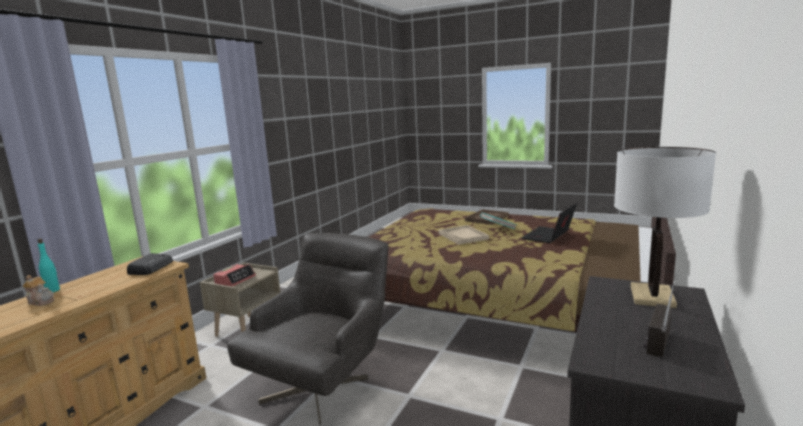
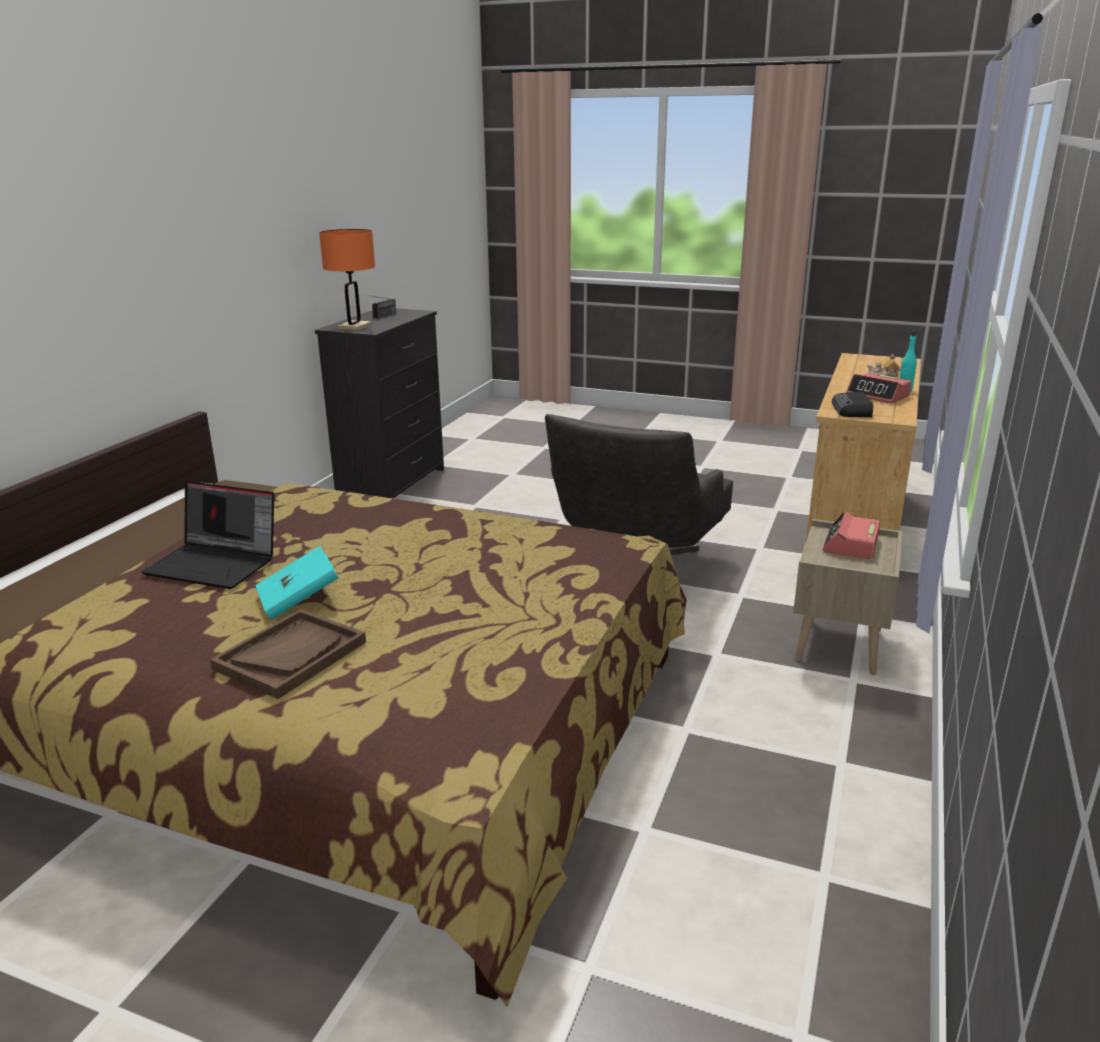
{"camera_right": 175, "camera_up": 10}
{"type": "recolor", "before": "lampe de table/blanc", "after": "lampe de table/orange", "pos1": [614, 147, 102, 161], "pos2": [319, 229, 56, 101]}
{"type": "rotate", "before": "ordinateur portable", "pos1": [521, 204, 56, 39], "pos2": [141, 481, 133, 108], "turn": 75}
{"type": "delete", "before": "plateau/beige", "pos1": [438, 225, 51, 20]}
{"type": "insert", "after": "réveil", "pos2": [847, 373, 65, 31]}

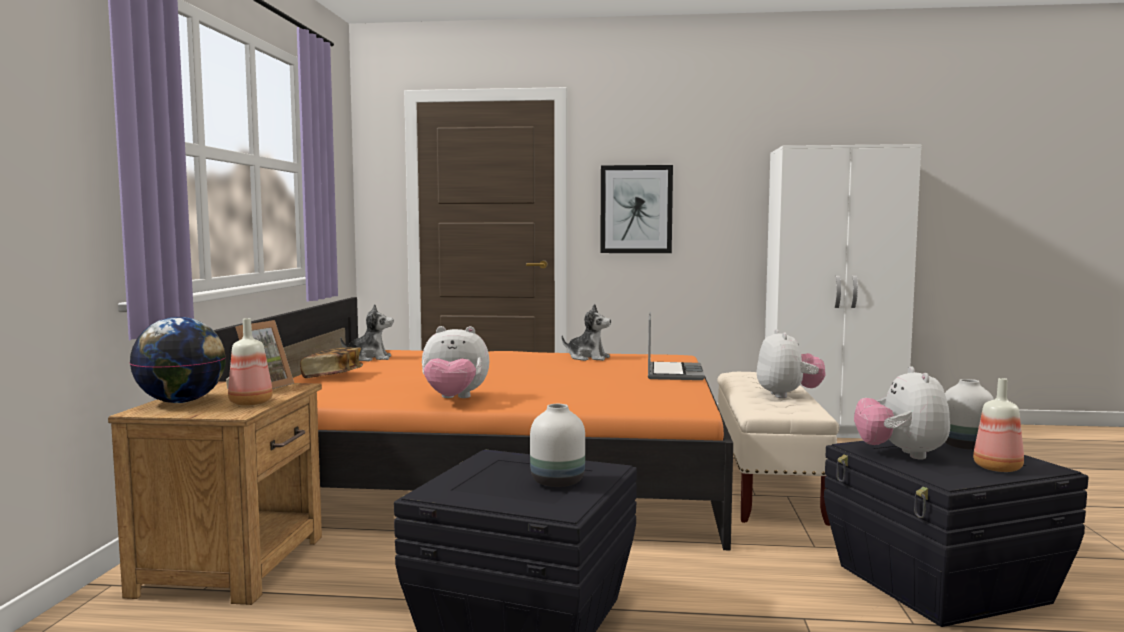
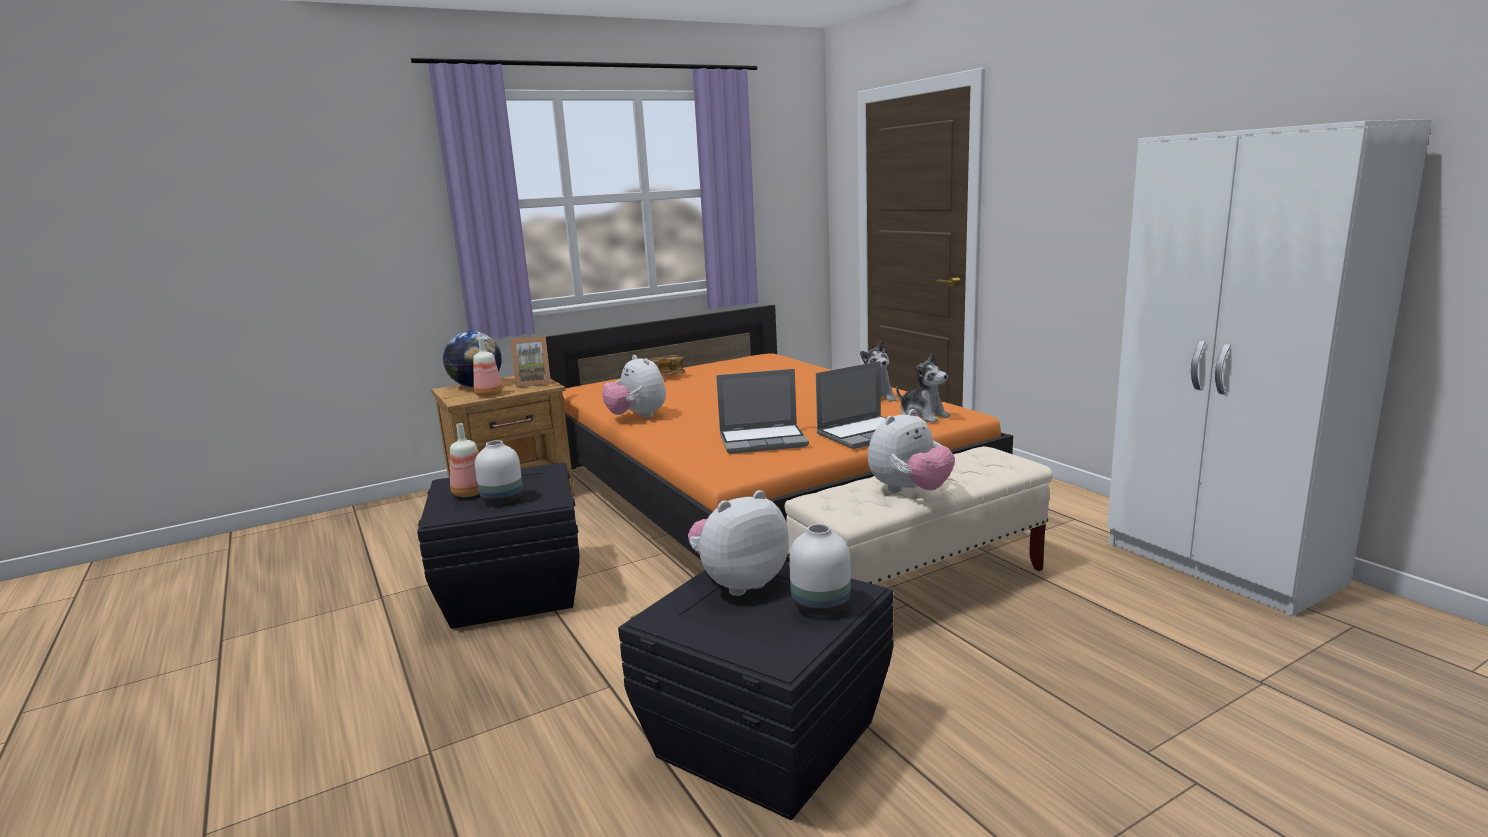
{"camera_right": 55, "camera_up": 10}
{"type": "delete", "before": "tableau", "pos1": [600, 165, 73, 88]}
{"type": "move", "before": "peluche", "pos1": [340, 304, 54, 57], "pos2": [896, 353, 54, 70]}
{"type": "move", "before": "bouteille", "pos1": [973, 378, 51, 94], "pos2": [450, 423, 29, 74]}
{"type": "insert", "after": "ordinateur portable", "pos2": [716, 369, 93, 85]}

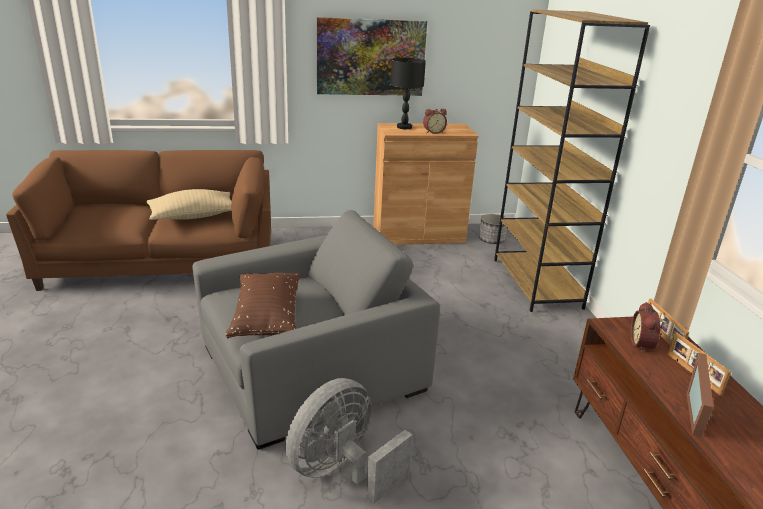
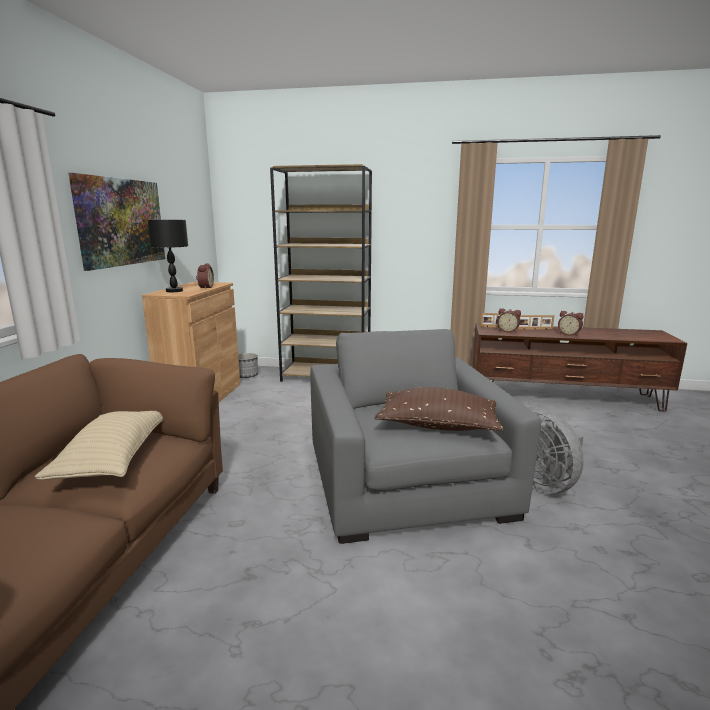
{"camera_right": -70, "camera_up": -10}
{"type": "replace", "before": "cadre photo", "after": "réveil", "pos1": [687, 353, 27, 84], "pos2": [558, 311, 26, 25]}

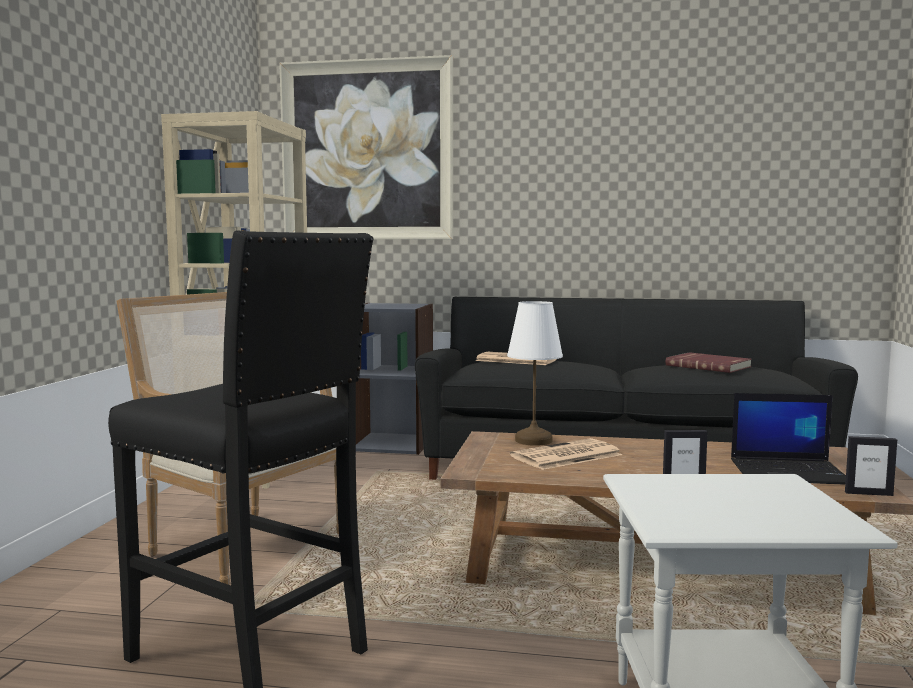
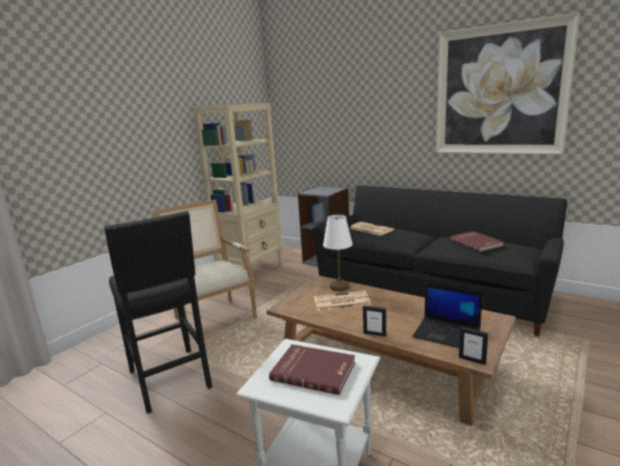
{"camera_right": 25, "camera_up": 10}
{"type": "move", "before": "tableau", "pos1": [279, 55, 174, 185], "pos2": [436, 12, 144, 143]}
{"type": "insert", "after": "livre/rouge", "pos2": [269, 344, 86, 51]}

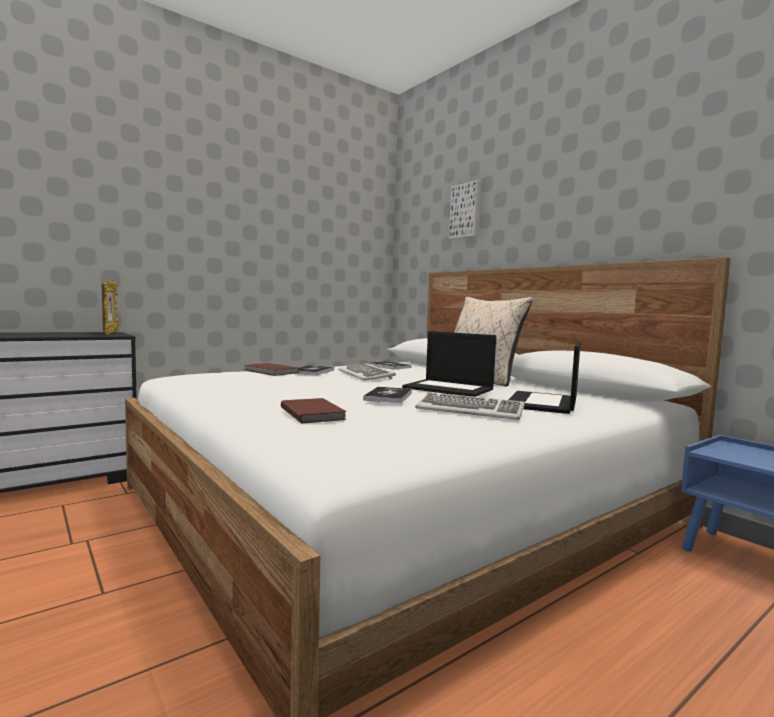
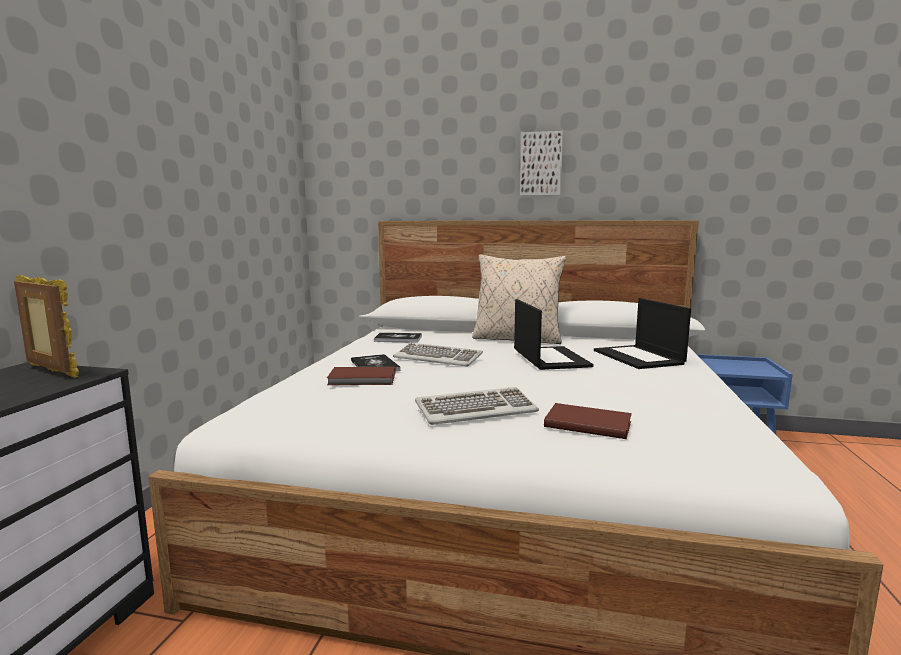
{"camera_right": -40, "camera_up": 5}
{"type": "move", "before": "tableau", "pos1": [449, 180, 32, 59], "pos2": [520, 131, 43, 65]}
{"type": "rotate", "before": "ordinateur portable", "pos1": [402, 331, 94, 66], "pos2": [514, 299, 80, 71], "turn": -90}
{"type": "delete", "before": "livre", "pos1": [363, 387, 49, 16]}
{"type": "move", "before": "clavier", "pos1": [415, 392, 110, 28], "pos2": [415, 387, 124, 38]}

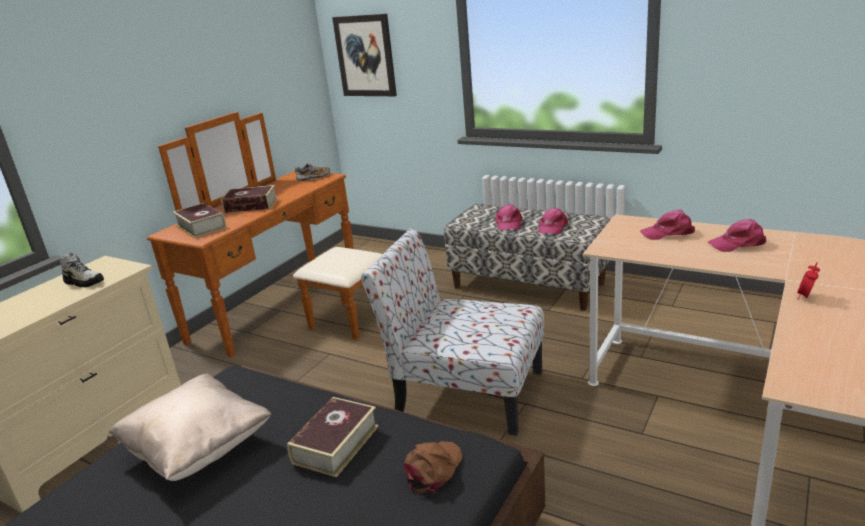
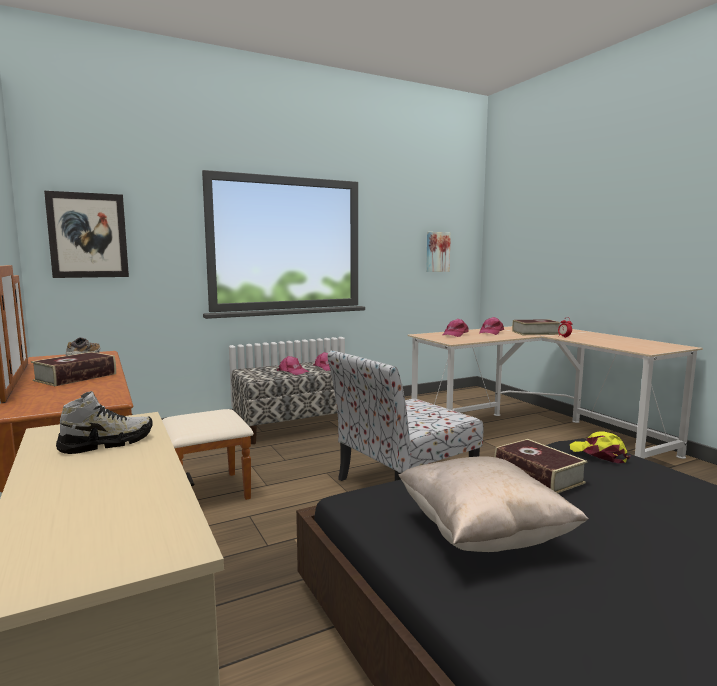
{"camera_right": -60, "camera_up": -15}
{"type": "move", "before": "livre", "pos1": [173, 203, 53, 35], "pos2": [512, 319, 49, 16]}
{"type": "recolor", "before": "casquette/marron", "after": "casquette/jaune", "pos1": [404, 441, 59, 52], "pos2": [570, 431, 60, 32]}
{"type": "insert", "after": "tableau", "pos2": [426, 232, 25, 40]}

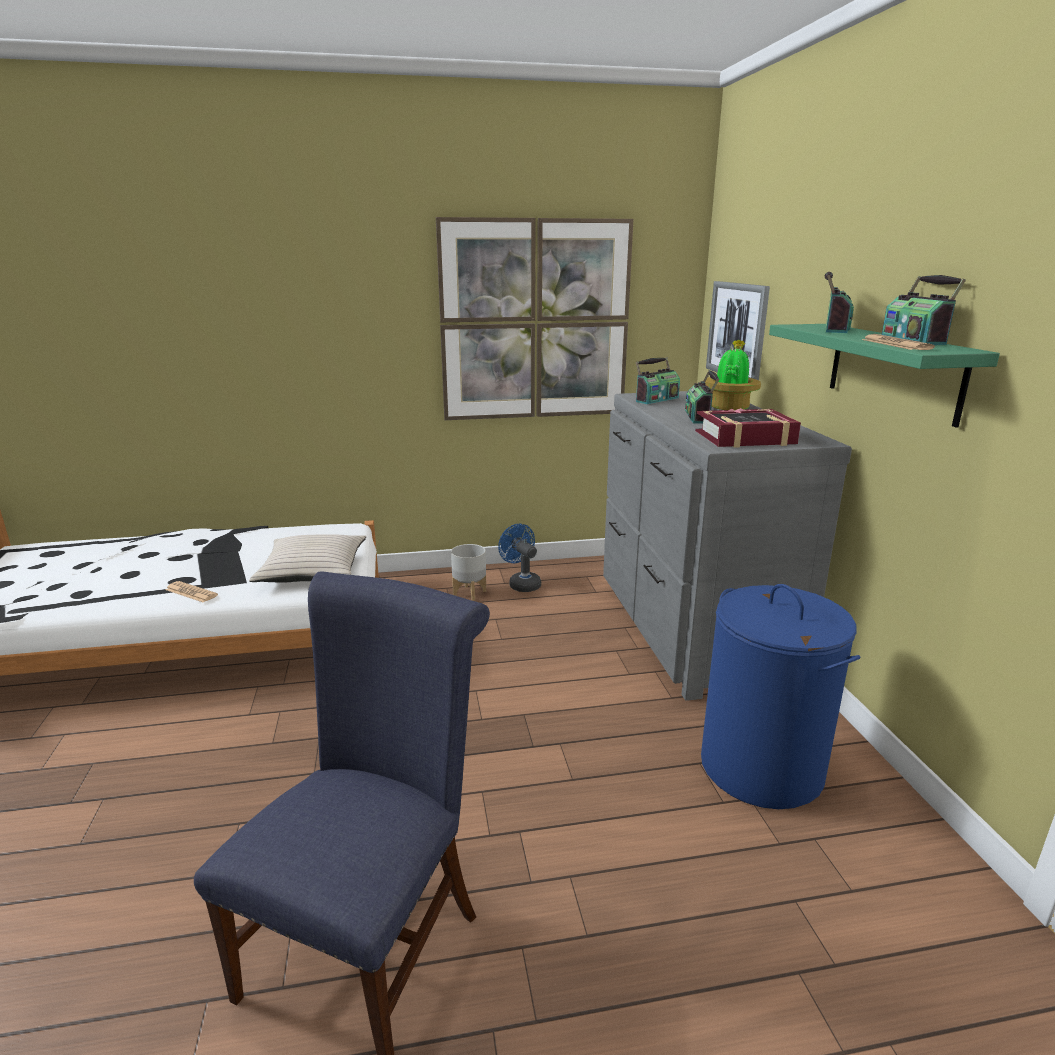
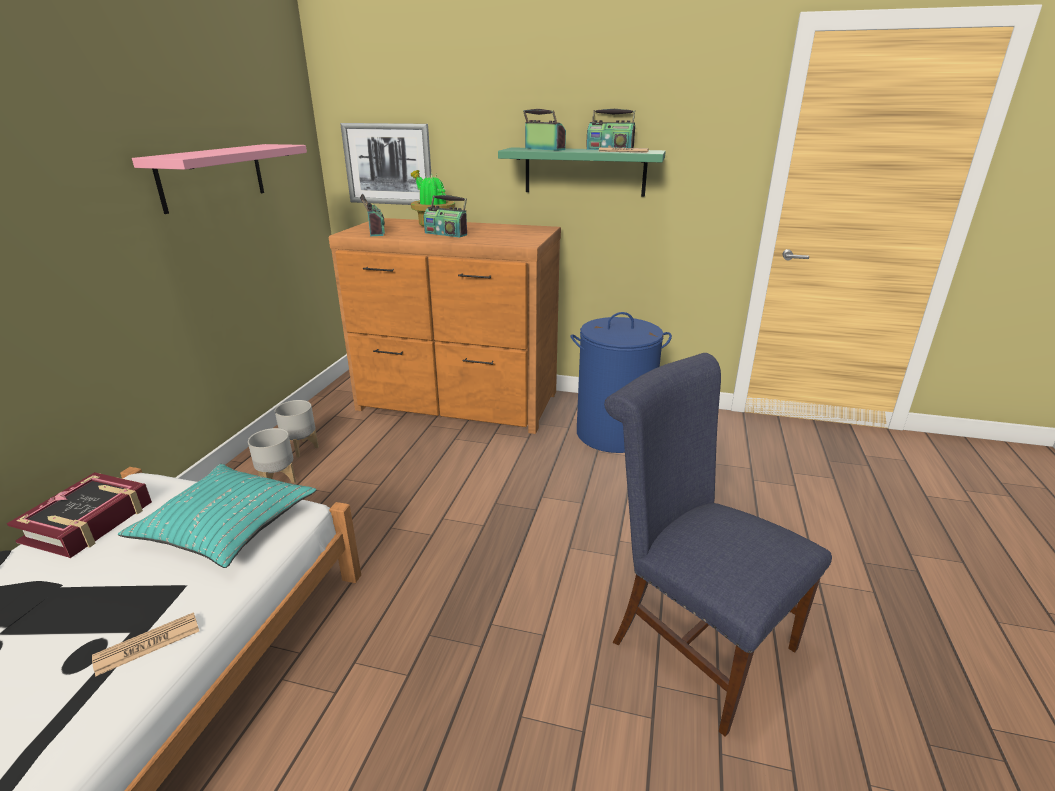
{"camera_right": -65, "camera_up": 5}
{"type": "replace", "before": "tableau", "after": "étagère/rose", "pos1": [436, 217, 197, 203], "pos2": [132, 144, 175, 70]}
{"type": "recolor", "before": "commode/gris", "after": "commode/marron", "pos1": [603, 391, 249, 310], "pos2": [329, 218, 232, 216]}
{"type": "move", "before": "livre", "pos1": [695, 408, 106, 40], "pos2": [7, 472, 145, 86]}
{"type": "replace", "before": "ventilateur/bleu", "after": "cache-pot/gris", "pos1": [498, 524, 43, 68], "pos2": [275, 400, 44, 58]}
{"type": "recolor", "before": "coussin/beige", "after": "coussin/turquoise", "pos1": [249, 534, 117, 49], "pos2": [118, 464, 198, 104]}

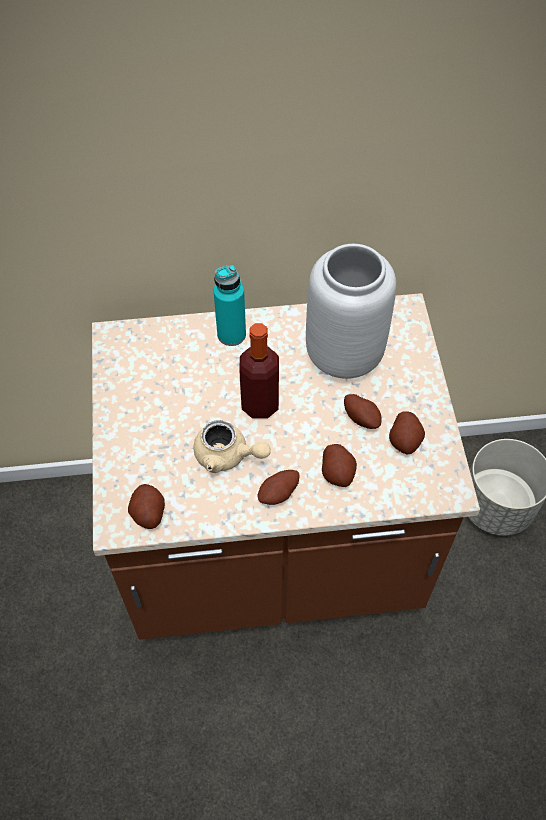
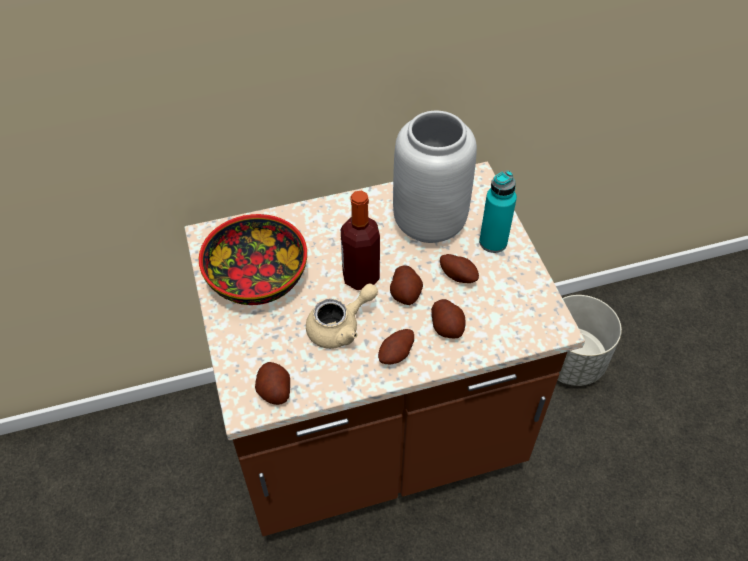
{"camera_right": -10, "camera_up": -5}
{"type": "move", "before": "bouteille/turquoise", "pos1": [214, 265, 32, 81], "pos2": [479, 171, 38, 82]}
{"type": "move", "before": "pomme de terre", "pos1": [389, 411, 36, 44], "pos2": [390, 265, 33, 40]}
{"type": "rotate", "before": "théière/beige", "pos1": [193, 420, 78, 53], "pos2": [306, 284, 72, 65], "turn": -45}
{"type": "insert", "after": "bol", "pos2": [199, 214, 108, 91]}

